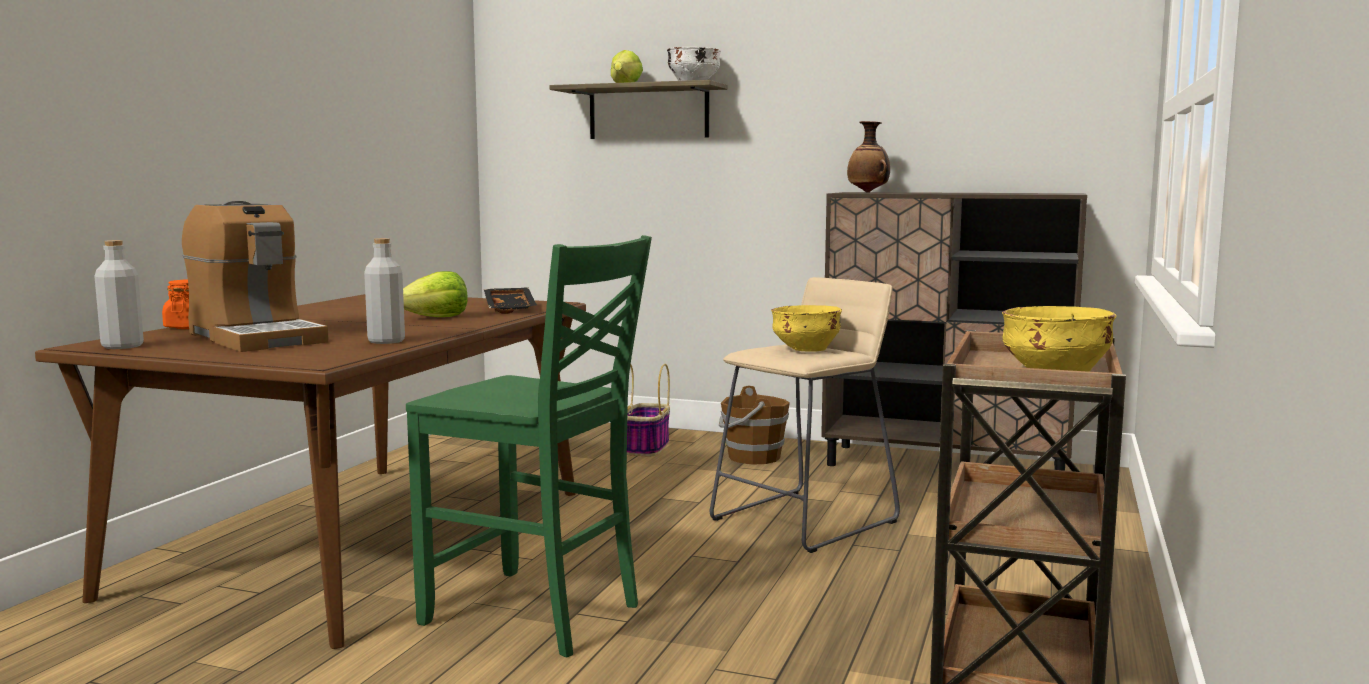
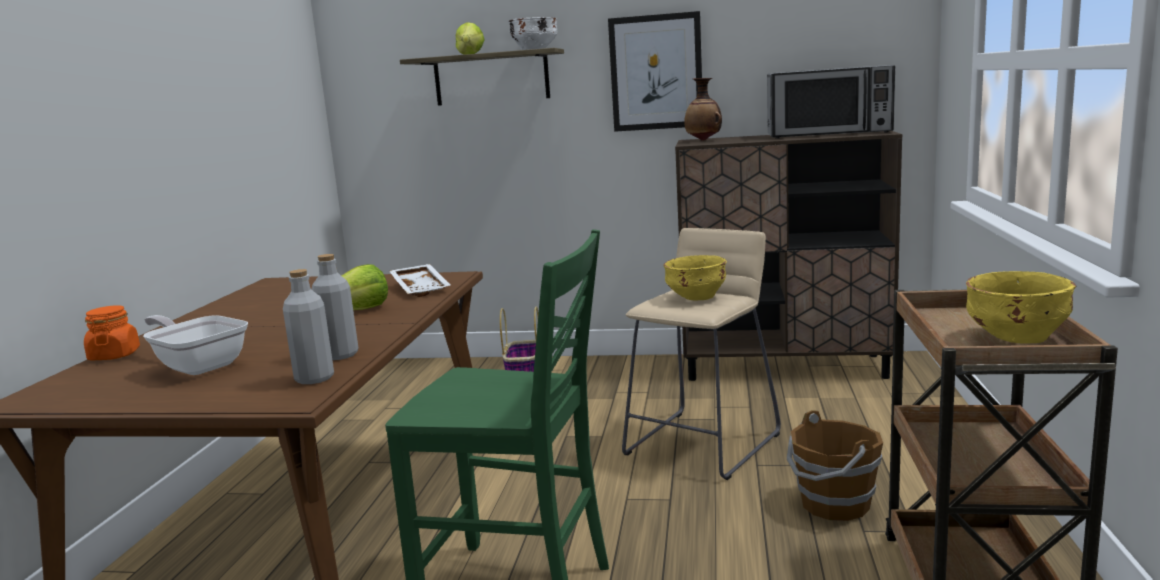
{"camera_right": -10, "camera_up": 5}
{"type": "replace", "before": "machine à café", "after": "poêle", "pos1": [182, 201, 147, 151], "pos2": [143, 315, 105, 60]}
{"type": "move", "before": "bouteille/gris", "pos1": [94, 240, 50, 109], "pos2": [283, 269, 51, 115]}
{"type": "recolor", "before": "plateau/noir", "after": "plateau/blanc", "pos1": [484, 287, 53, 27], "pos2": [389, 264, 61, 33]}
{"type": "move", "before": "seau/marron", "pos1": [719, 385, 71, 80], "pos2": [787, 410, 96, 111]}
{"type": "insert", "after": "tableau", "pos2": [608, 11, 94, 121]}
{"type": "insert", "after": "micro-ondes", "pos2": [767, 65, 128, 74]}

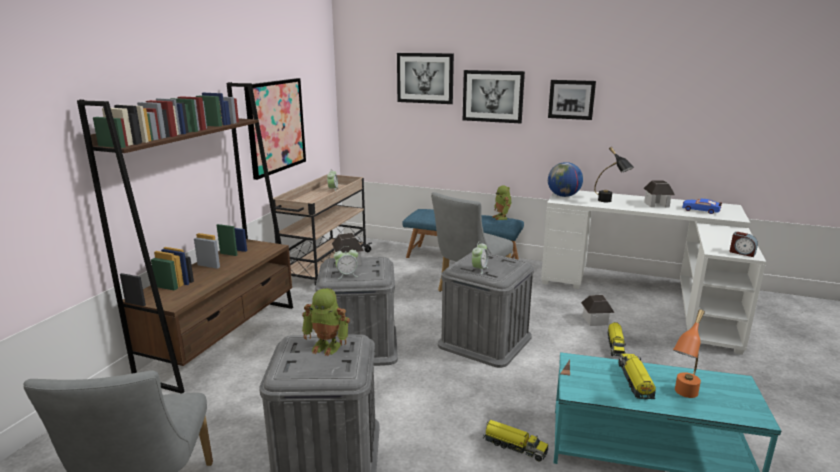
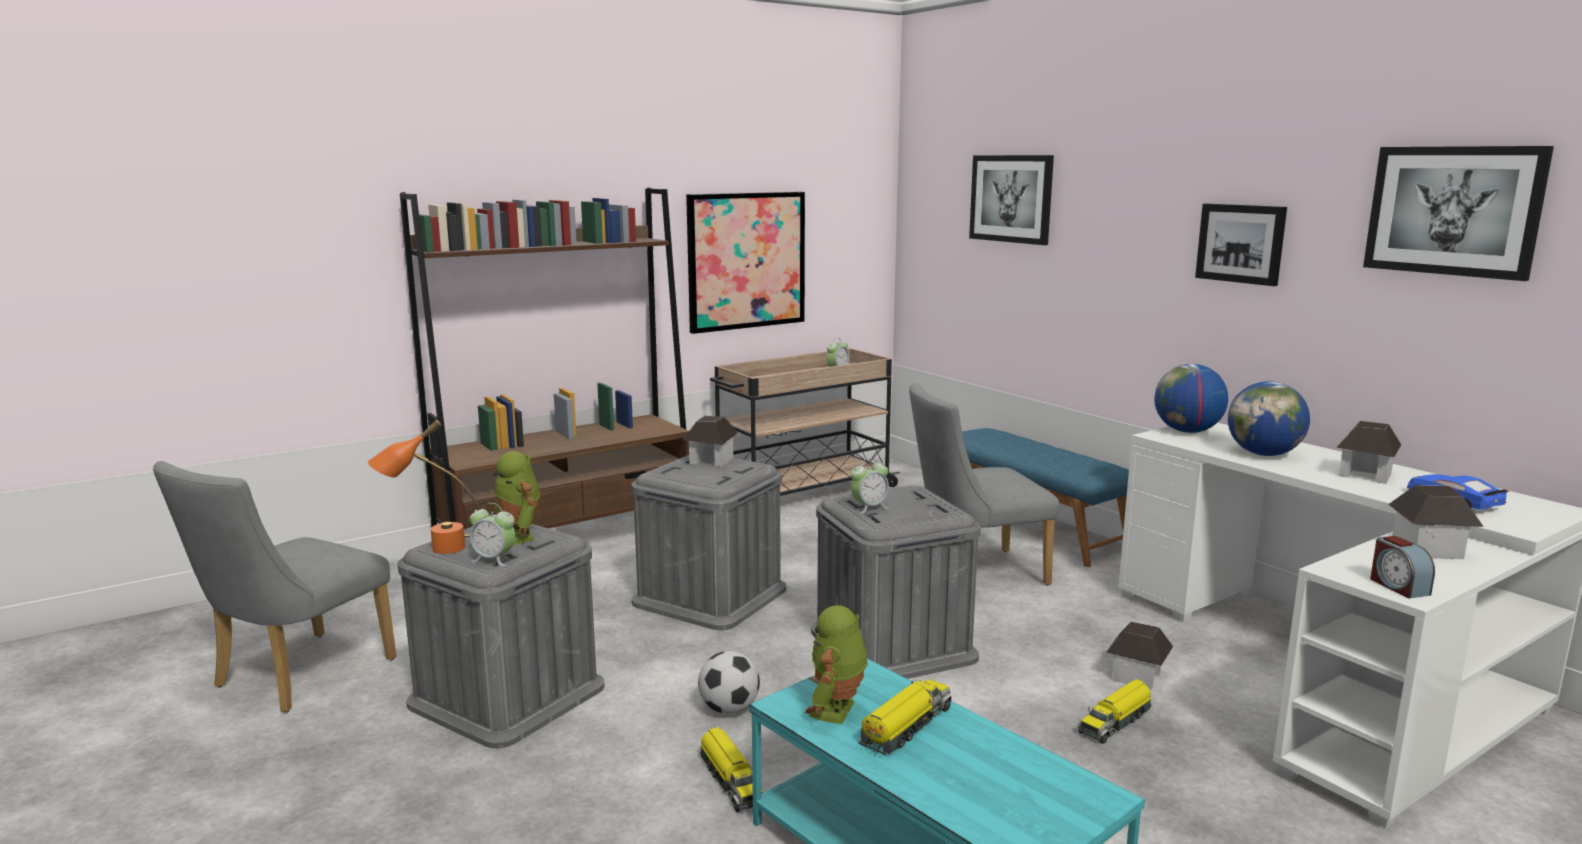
{"camera_right": 35, "camera_up": -5}
{"type": "move", "before": "tableau", "pos1": [463, 70, 62, 53], "pos2": [1363, 146, 191, 135]}
{"type": "replace", "before": "lampe de table/noir", "after": "globe", "pos1": [594, 147, 40, 55], "pos2": [1228, 381, 82, 75]}
{"type": "move", "before": "robot jouet", "pos1": [493, 185, 19, 35], "pos2": [805, 605, 63, 119]}
{"type": "move", "before": "réveil", "pos1": [334, 246, 24, 33], "pos2": [470, 503, 45, 63]}
{"type": "move", "before": "lampe de table/orange", "pos1": [673, 309, 32, 89], "pos2": [368, 420, 112, 134]}
{"type": "insert", "after": "maison miniature", "pos2": [1388, 485, 96, 74]}
{"type": "insert", "after": "ballon de foot", "pos2": [698, 651, 62, 63]}

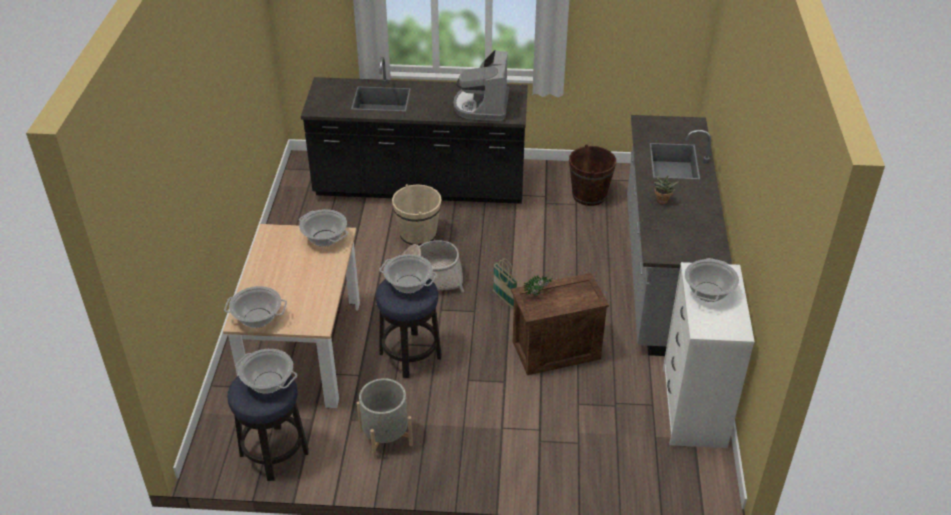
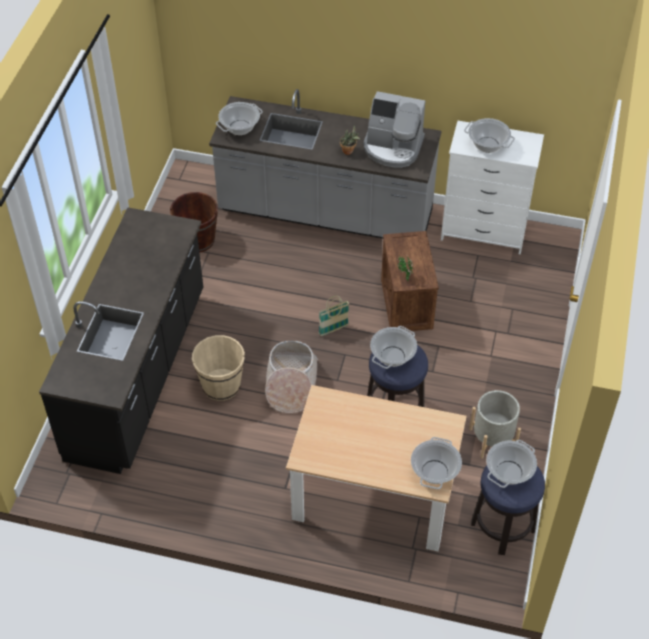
{"camera_right": -80, "camera_up": 10}
{"type": "move", "before": "machine à café", "pos1": [453, 50, 56, 71], "pos2": [364, 91, 61, 77]}
{"type": "move", "before": "marmite", "pos1": [299, 209, 49, 38], "pos2": [216, 102, 47, 33]}

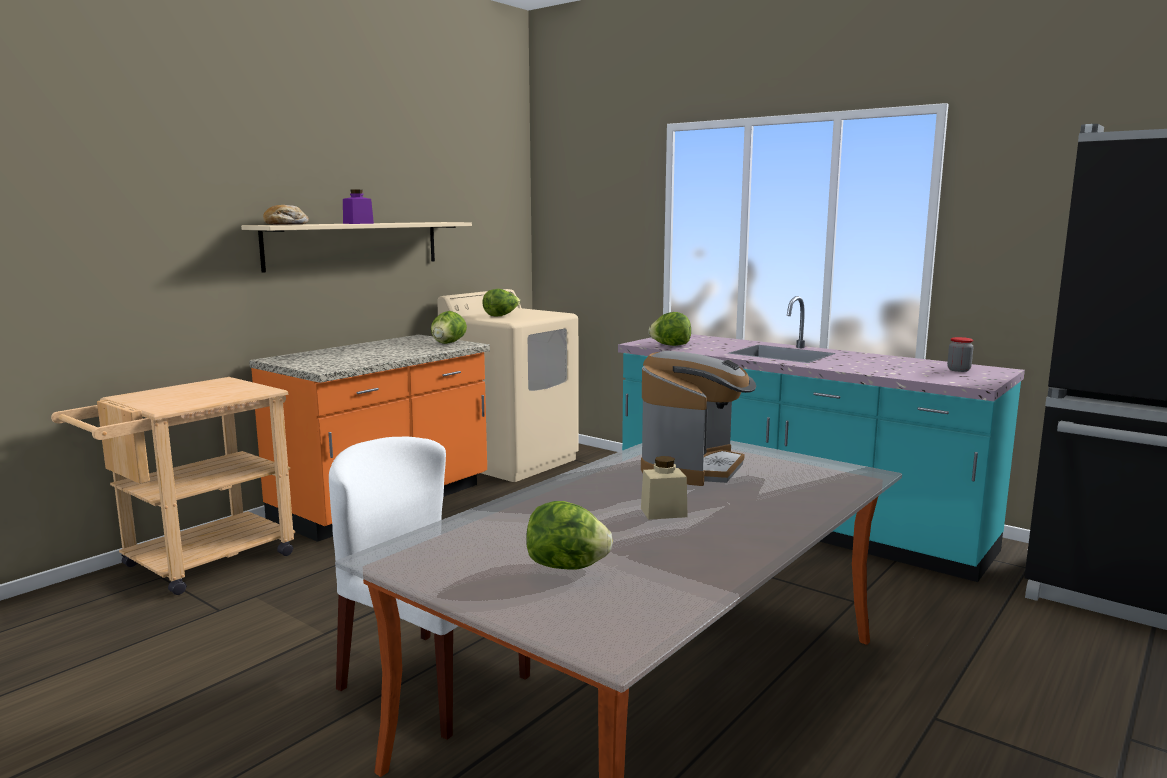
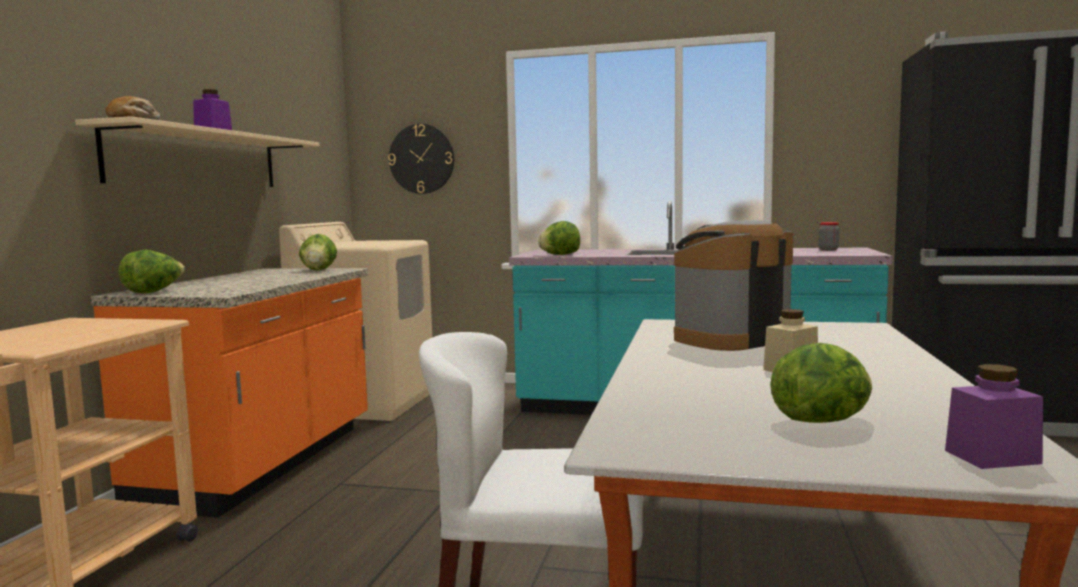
{"camera_right": -25, "camera_up": -5}
{"type": "move", "before": "laitue", "pos1": [482, 289, 39, 27], "pos2": [118, 250, 67, 44]}
{"type": "rotate", "before": "machine à café", "pos1": [641, 351, 115, 135], "pos2": [674, 220, 120, 131], "turn": -120}
{"type": "insert", "after": "horloge murale", "pos2": [388, 124, 66, 70]}
{"type": "insert", "after": "bocal/violet", "pos2": [945, 364, 98, 105]}

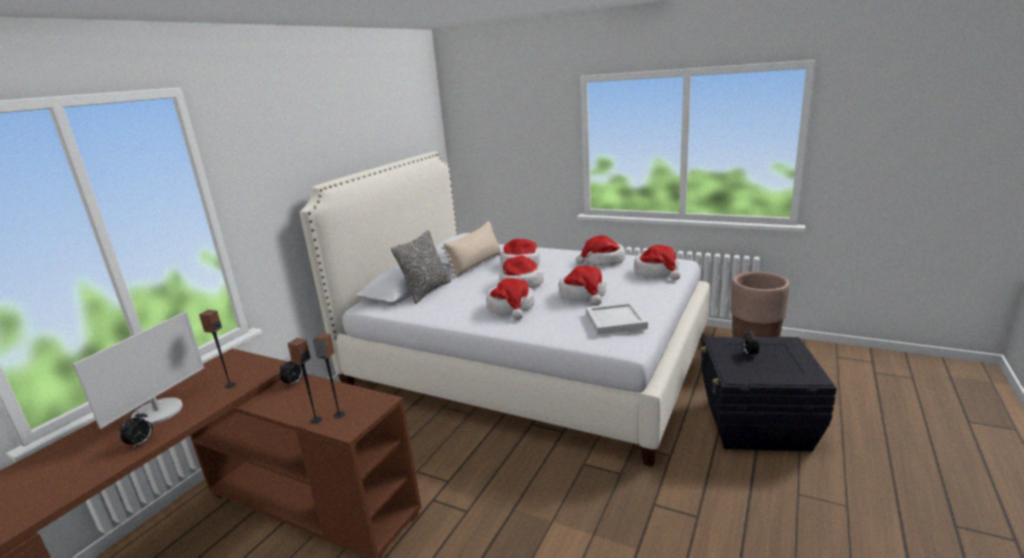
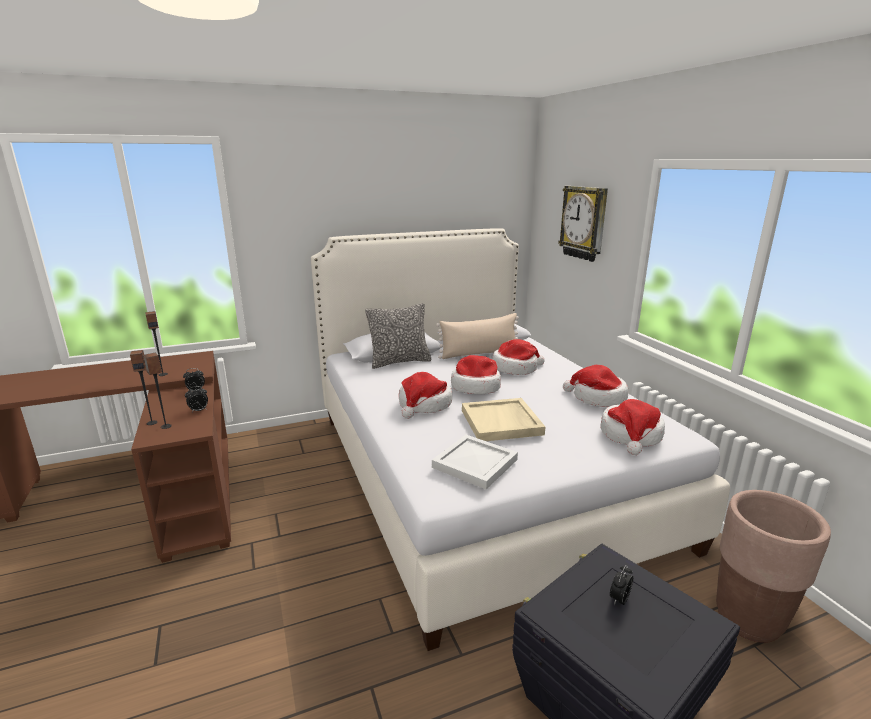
{"camera_right": 40, "camera_up": 0}
{"type": "replace", "before": "chapeau", "after": "plateau/beige", "pos1": [559, 266, 47, 40], "pos2": [462, 398, 83, 43]}
{"type": "delete", "before": "écran d'ordinateur", "pos1": [73, 312, 131, 117]}
{"type": "move", "before": "réveil", "pos1": [119, 411, 34, 38], "pos2": [185, 386, 23, 26]}
{"type": "insert", "after": "horloge murale", "pos2": [558, 186, 50, 76]}

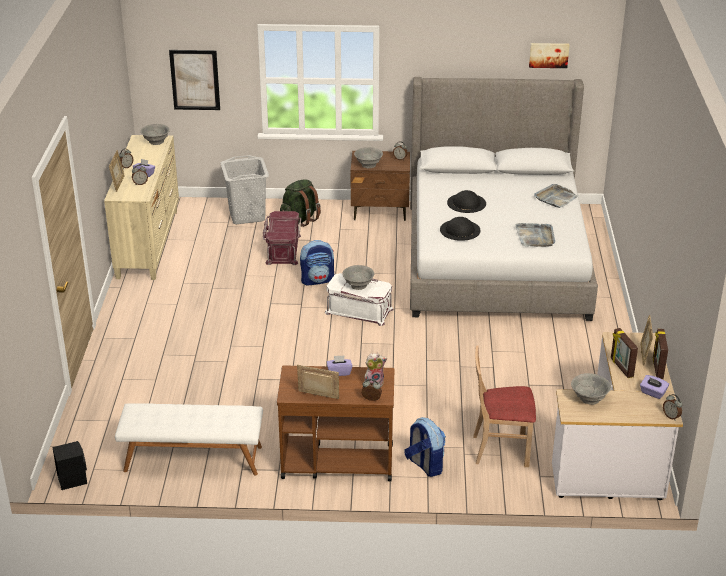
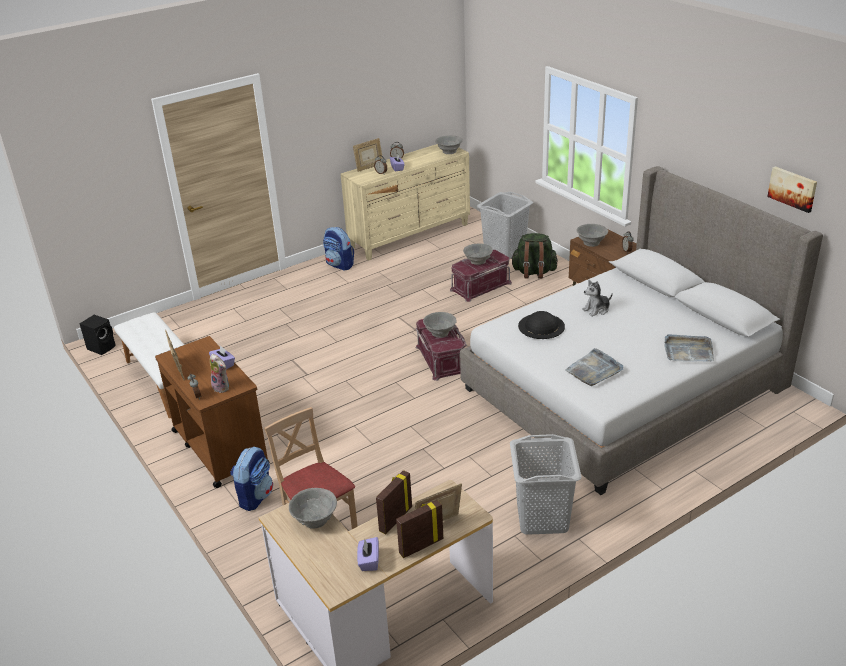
{"camera_right": 55, "camera_up": 0}
{"type": "delete", "before": "tableau", "pos1": [169, 50, 51, 60]}
{"type": "replace", "before": "chapeau/noir", "after": "peluche", "pos1": [447, 190, 39, 23], "pos2": [582, 280, 31, 37]}
{"type": "move", "before": "sac à dos", "pos1": [300, 240, 34, 45], "pos2": [323, 227, 31, 44]}
{"type": "recolor", "before": "boîte de rangement/blanc", "after": "boîte de rangement/rouge", "pos1": [325, 273, 69, 53], "pos2": [416, 319, 51, 62]}
{"type": "delete", "before": "réveil", "pos1": [663, 394, 19, 27]}
{"type": "insert", "after": "bol/gris", "pos2": [463, 243, 30, 22]}
{"type": "insert", "after": "panier à linge/gris", "pos2": [510, 434, 72, 101]}

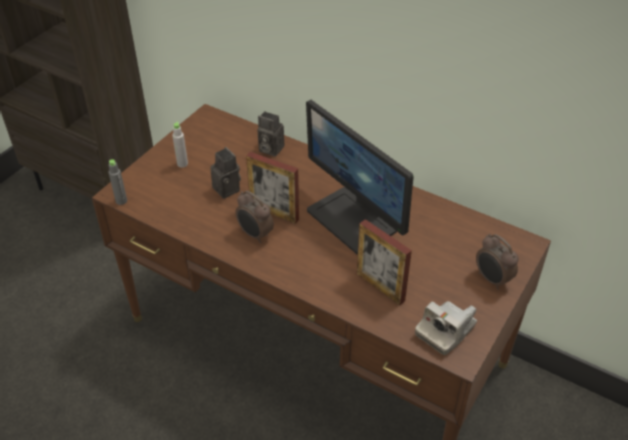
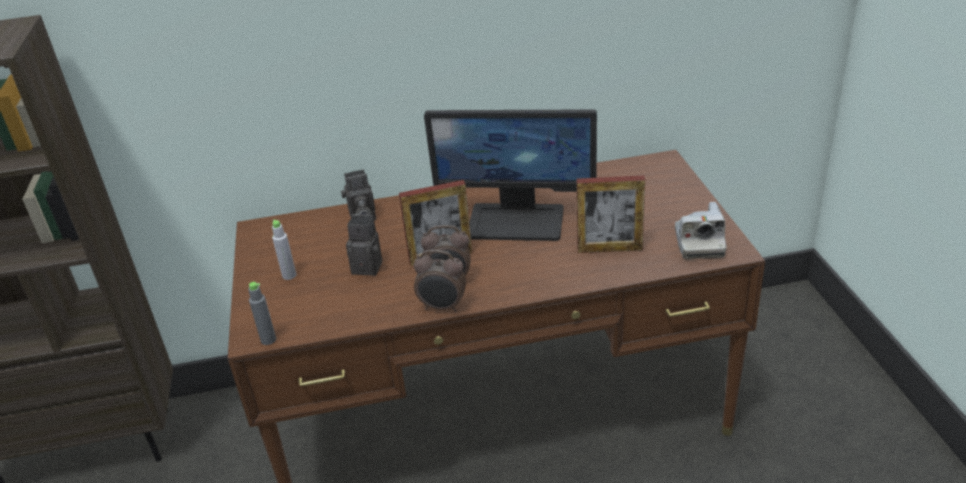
{"camera_right": -40, "camera_up": -10}
{"type": "move", "before": "réveil", "pos1": [476, 234, 43, 56], "pos2": [414, 250, 52, 62]}

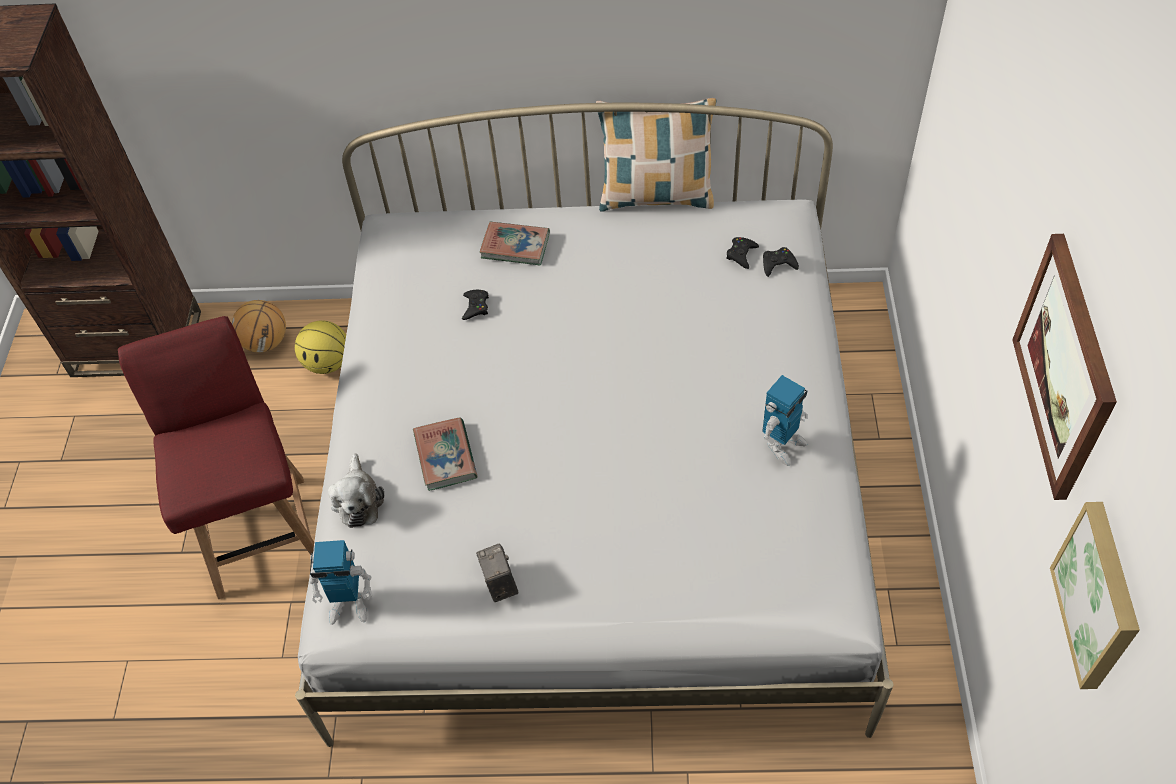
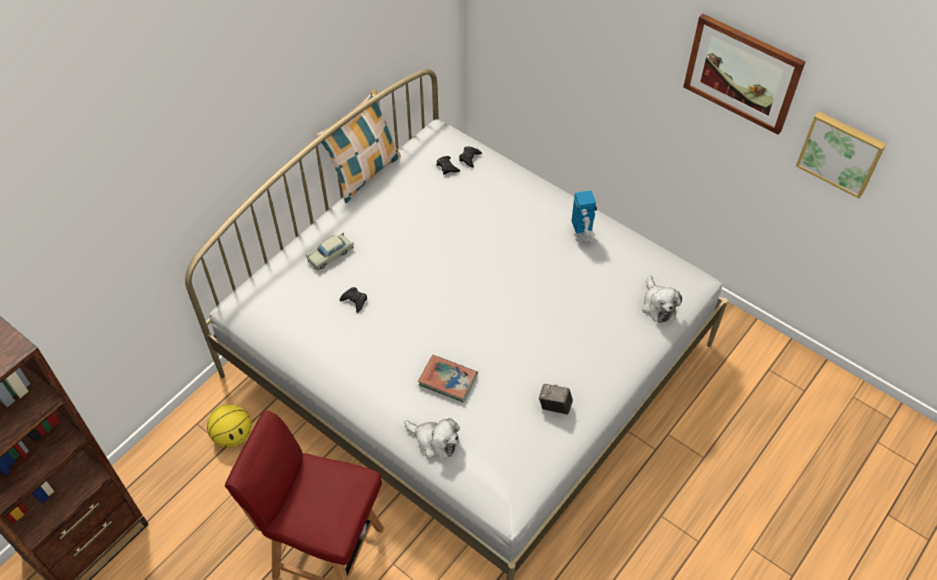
{"camera_right": -55, "camera_up": 0}
{"type": "replace", "before": "livre", "after": "petite voiture/beige", "pos1": [479, 222, 71, 44], "pos2": [306, 233, 48, 37]}
{"type": "delete", "before": "ballon de basket", "pos1": [232, 300, 54, 53]}
{"type": "delete", "before": "robot jouet", "pos1": [310, 540, 63, 85]}
{"type": "insert", "after": "peluche", "pos2": [642, 276, 40, 47]}

